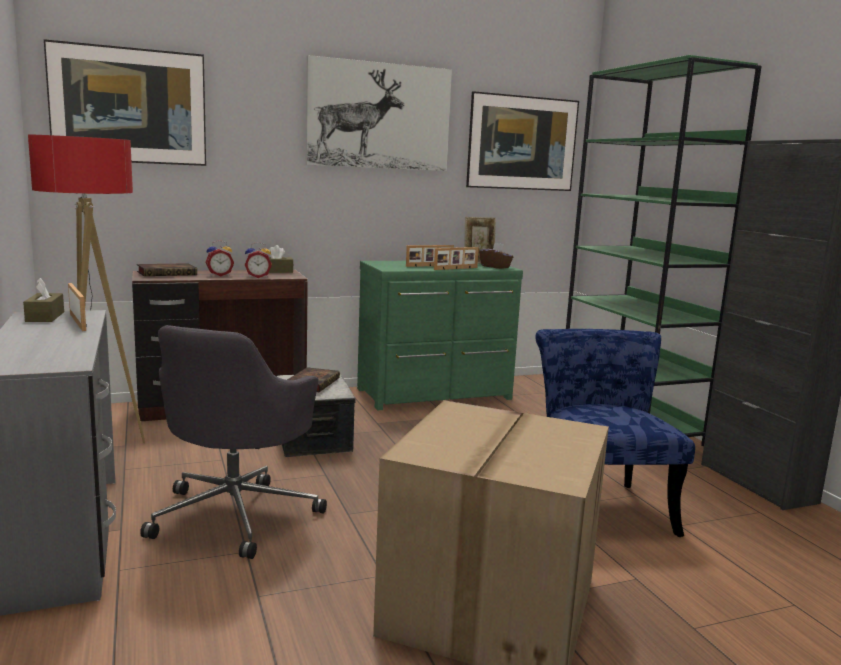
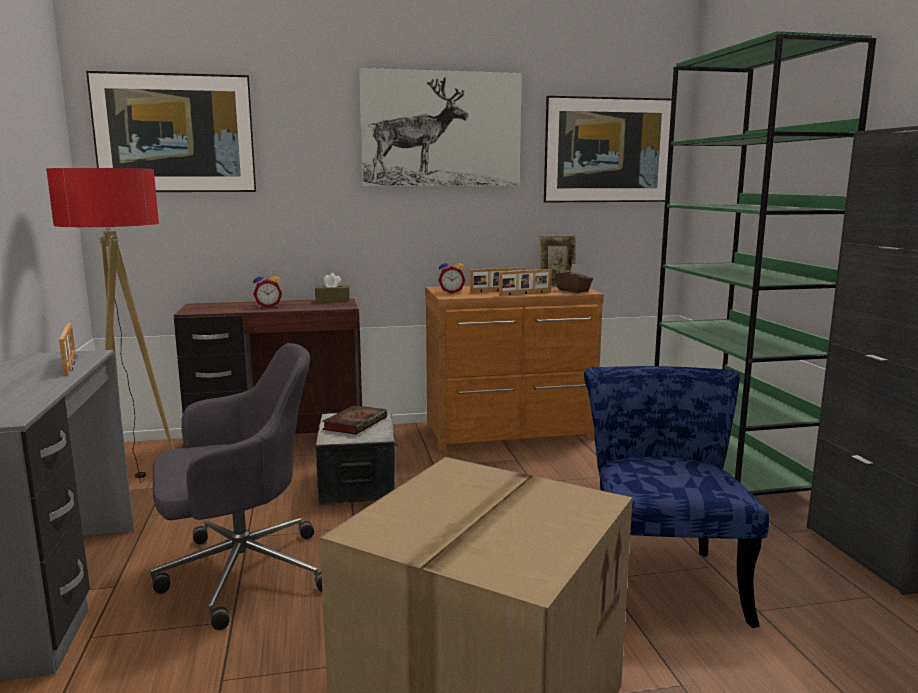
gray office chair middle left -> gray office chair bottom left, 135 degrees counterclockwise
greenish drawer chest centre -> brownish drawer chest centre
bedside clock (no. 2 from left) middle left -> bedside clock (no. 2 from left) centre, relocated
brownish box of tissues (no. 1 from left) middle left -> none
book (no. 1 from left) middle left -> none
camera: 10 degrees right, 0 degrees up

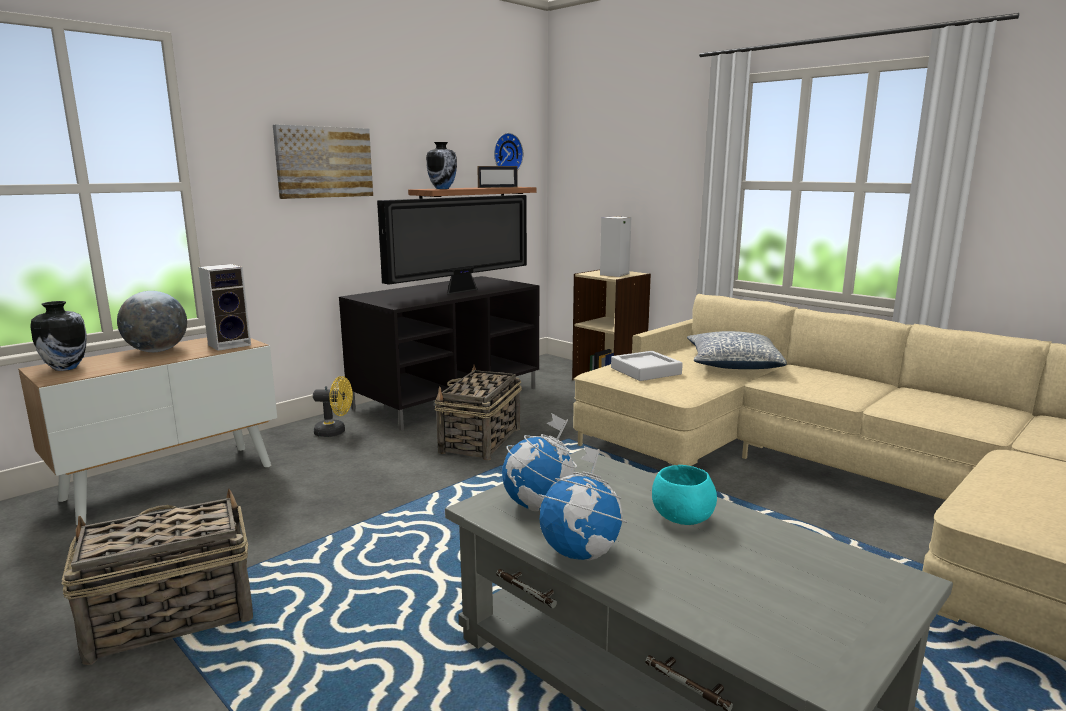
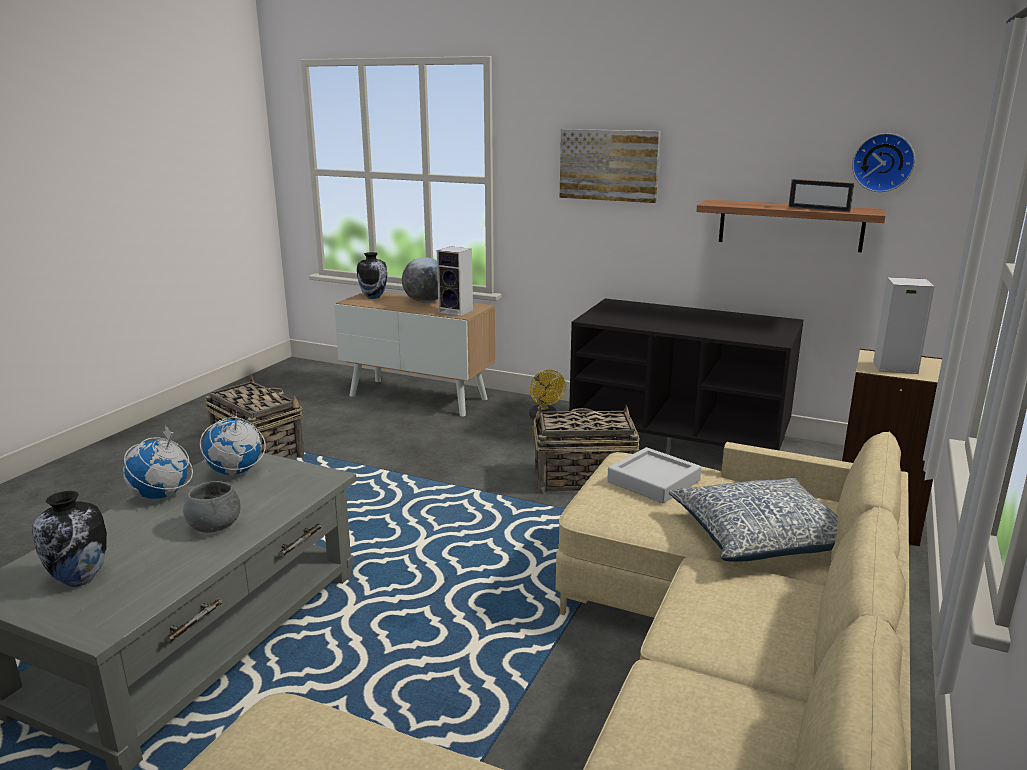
decorative vase (no. 2 from left in the first image) top centre -> decorative vase (no. 1 from left) bottom left, relocated
turquoise bowl bottom centre -> gray bowl middle left
TV centre -> none
camera: 70 degrees right, 5 degrees up

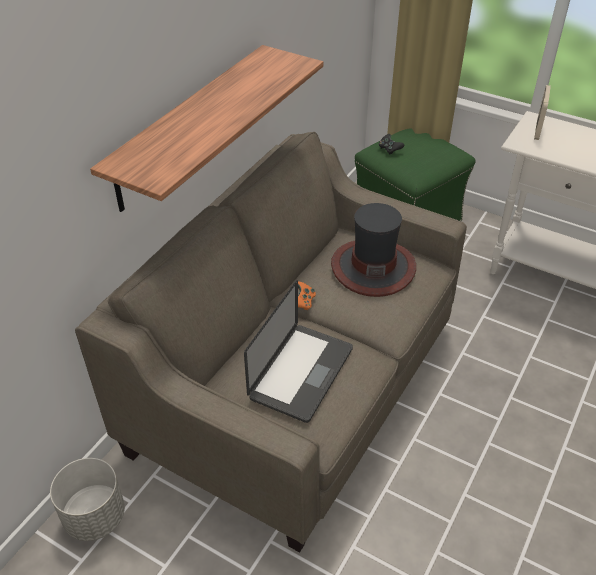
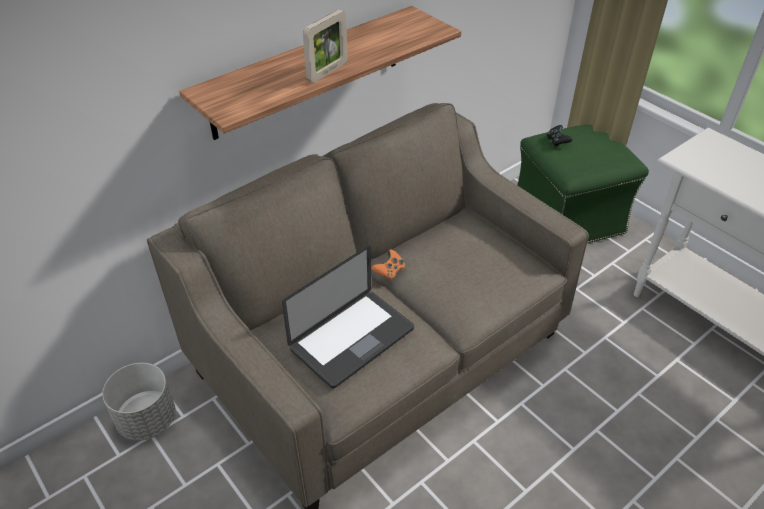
standing frame top right -> standing frame top centre, relocated
wearable hat centre -> none
camera: 20 degrees right, 0 degrees up

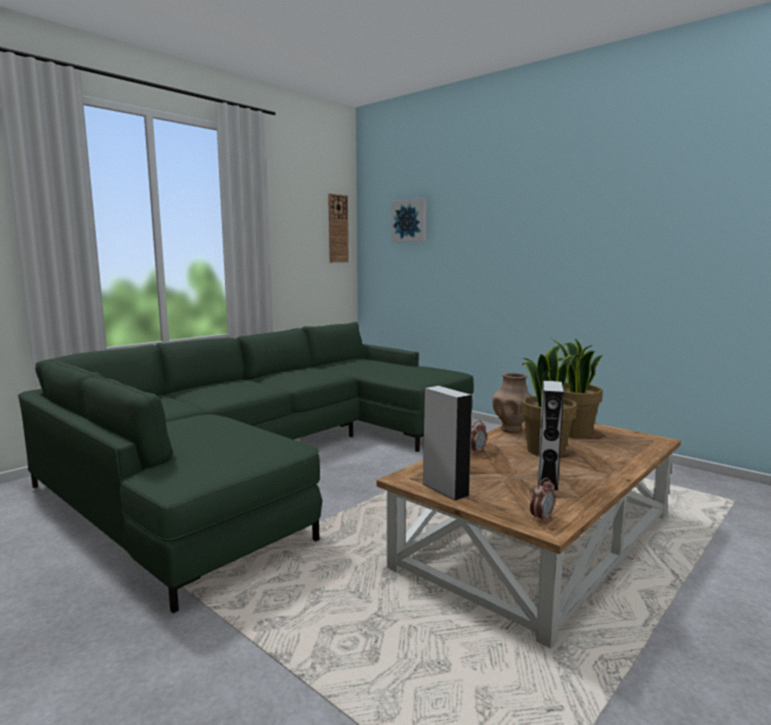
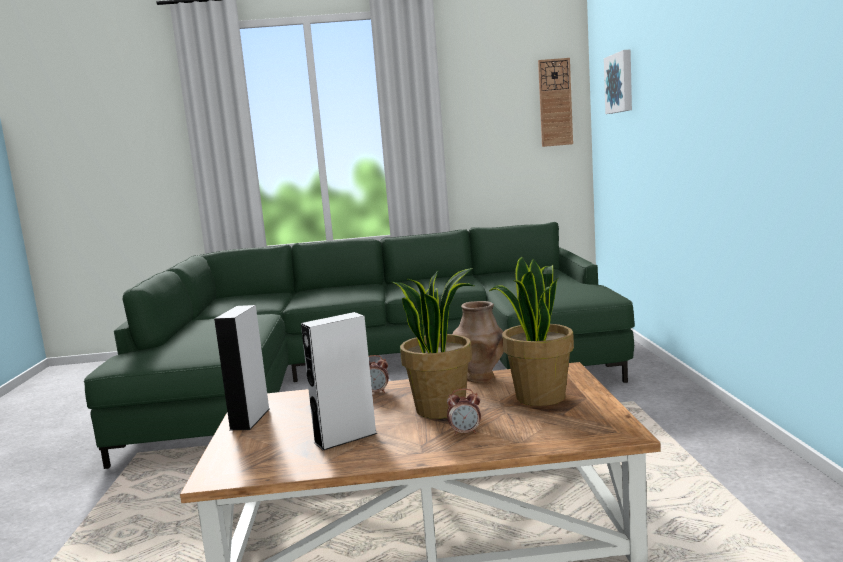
bedside clock (no. 2 from left) bottom right -> bedside clock (no. 2 from left) bottom centre, relocated
camera: 45 degrees right, 0 degrees up

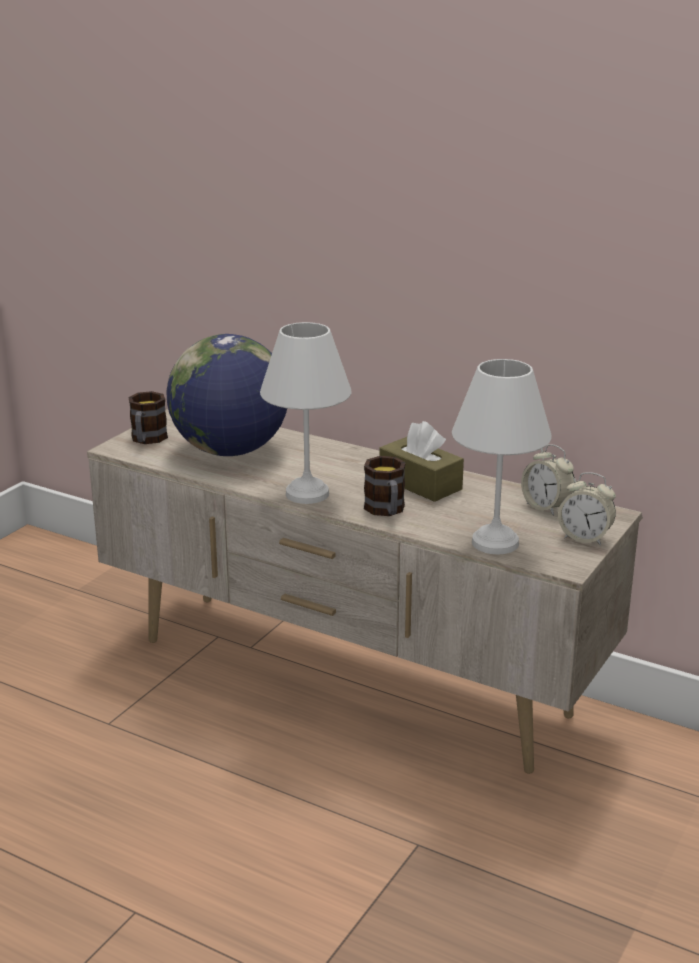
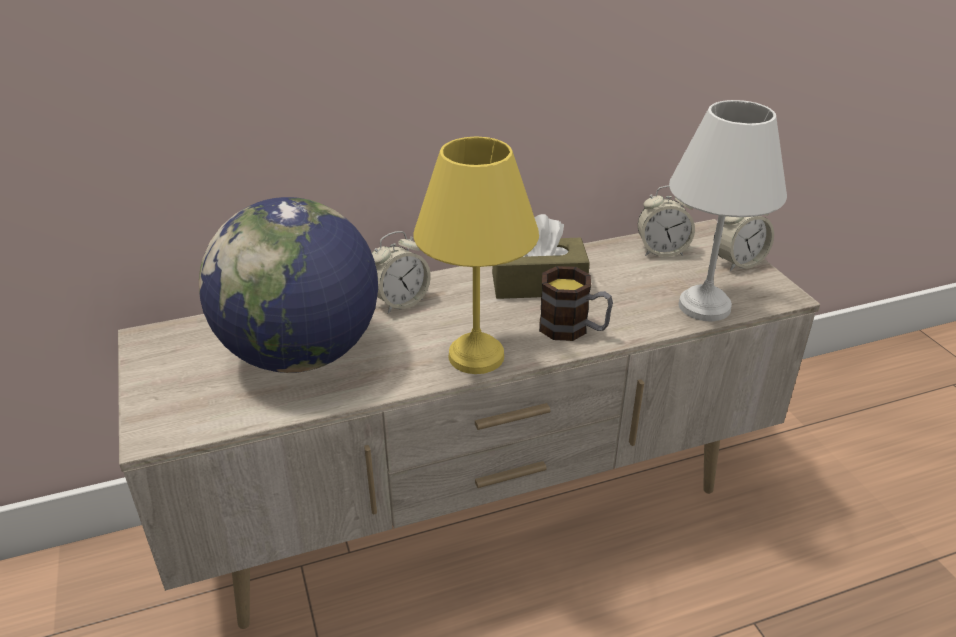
none -> bedside clock (no. 1 from left) centre
whitish table lamp (no. 1 from left) centre -> yellow table lamp centre
tea mug (no. 1 from left) middle left -> none
camera: 50 degrees left, 10 degrees up

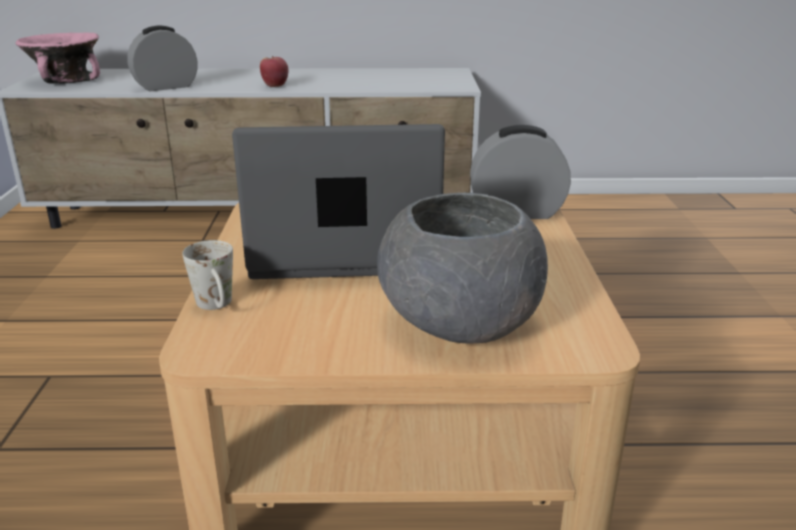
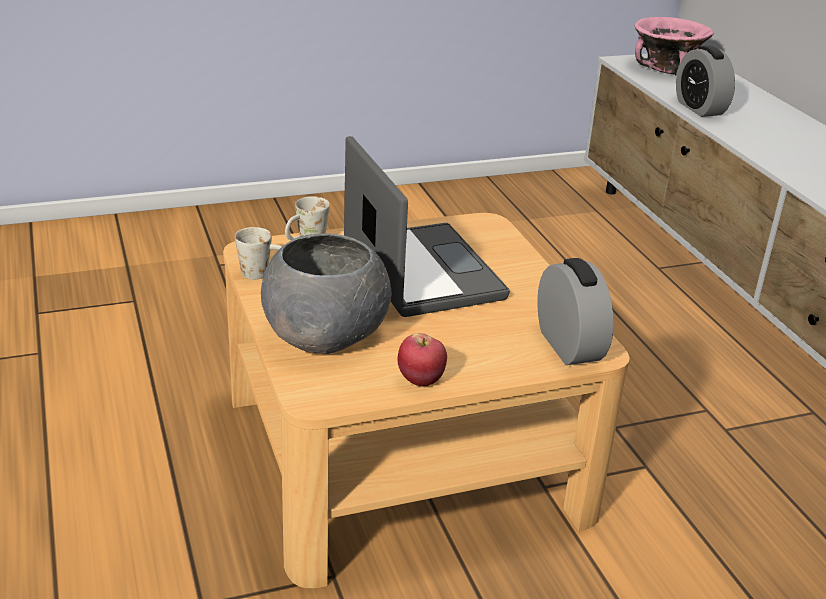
none -> whitish tea mug (no. 1 from left) middle left
whole apple top centre -> whole apple centre, relocated
bedside clock (no. 1 from left in the first image) top left -> bedside clock (no. 2 from left) top right, 150 degrees counterclockwise
camera: 70 degrees right, 5 degrees up

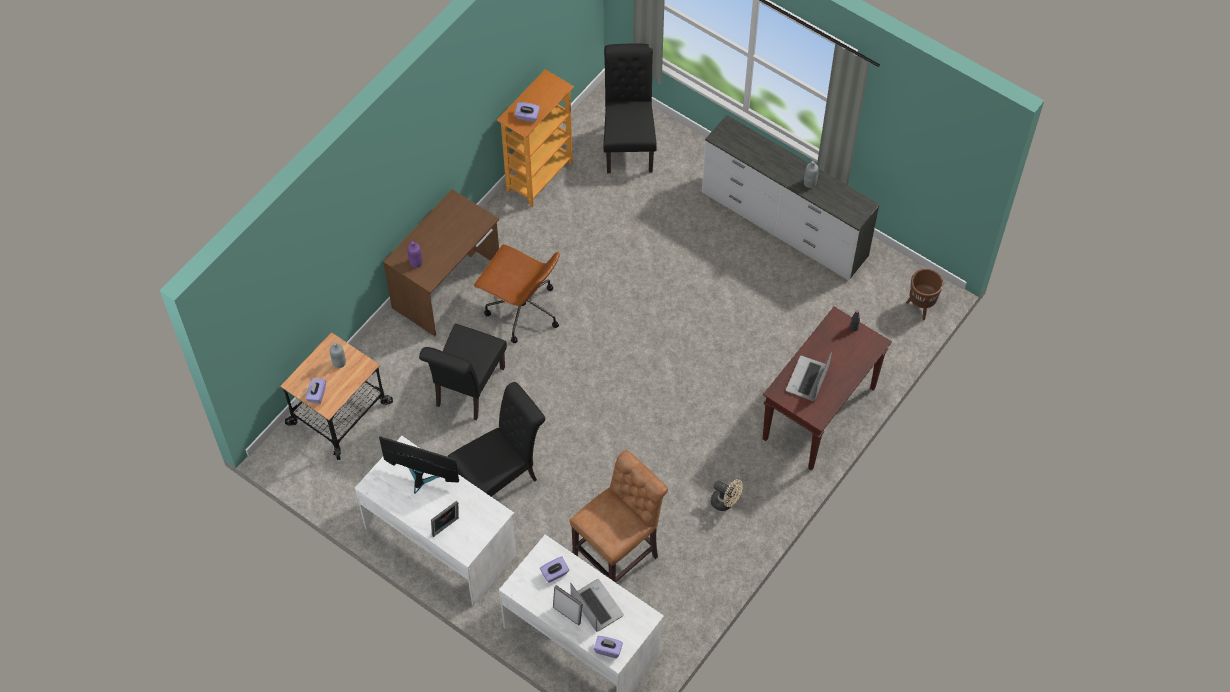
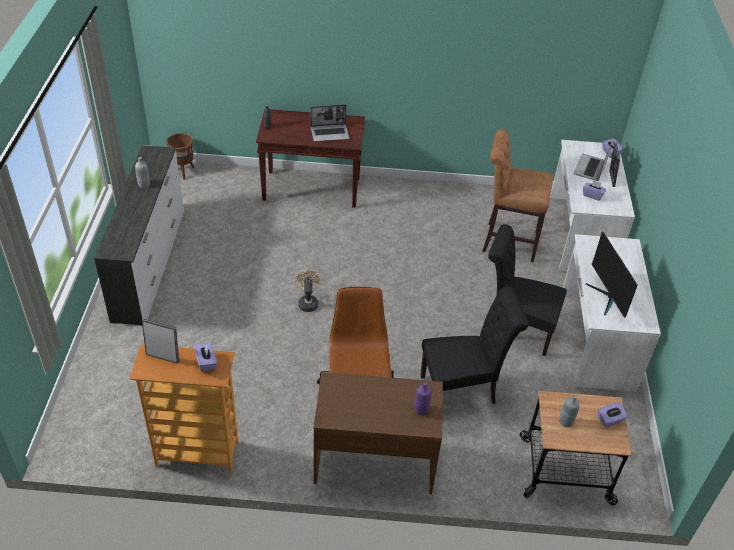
standing frame (no. 1 from left) bottom centre -> standing frame (no. 1 from left) middle left, relocated
beige fan bottom centre -> beige fan centre, relocated
black plain chair (no. 3 from left) top centre -> none
camera: 125 degrees left, 15 degrees down

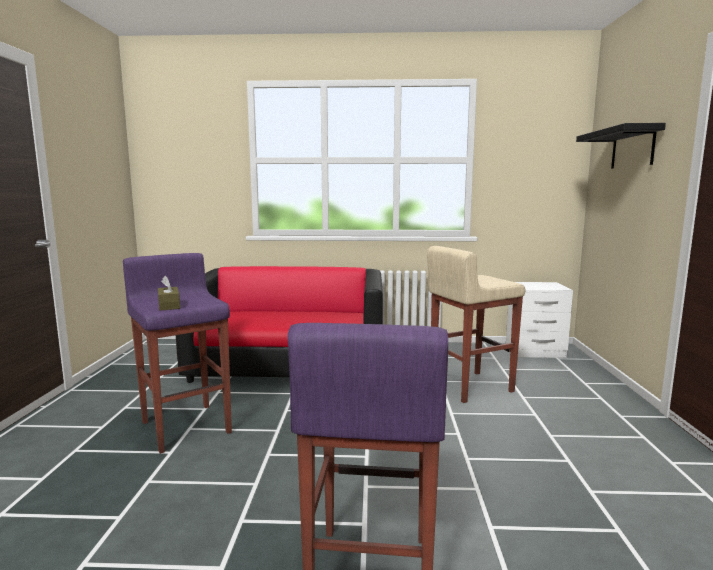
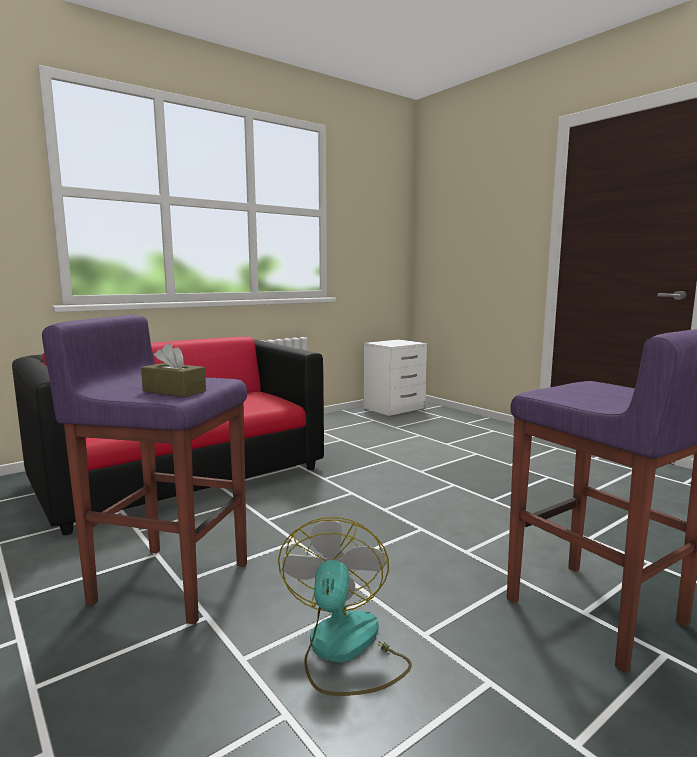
none -> fan bottom centre
beige sitting stool middle right -> none
black shelf top right -> none
camera: 40 degrees left, 0 degrees up

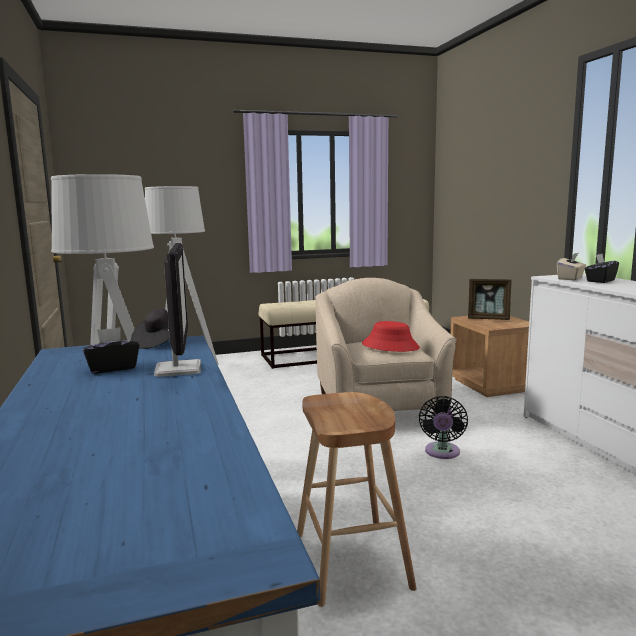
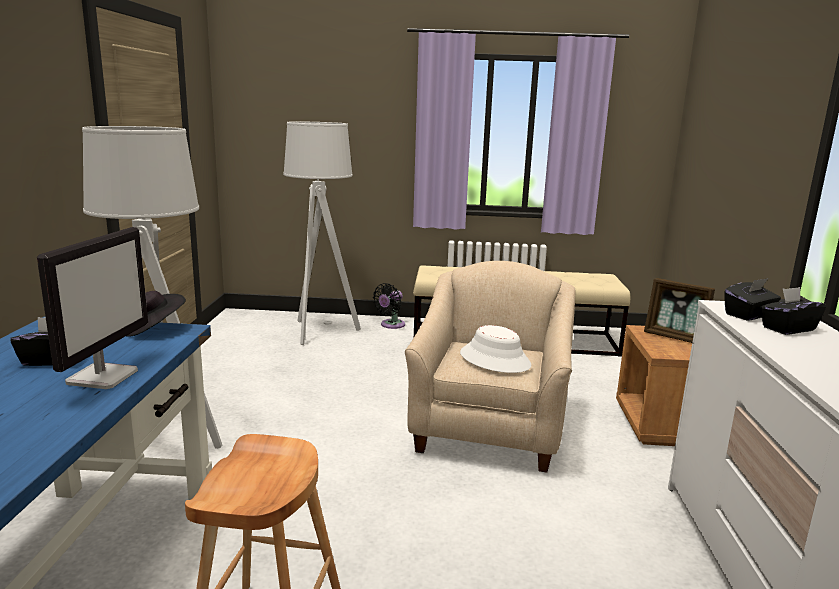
black fan bottom right -> black fan centre, relocated
red-coloured wearable hat centre -> whitish wearable hat centre
beige box of tissues middle right -> black box of tissues (no. 2 from left) middle right
camera: 20 degrees right, 5 degrees up

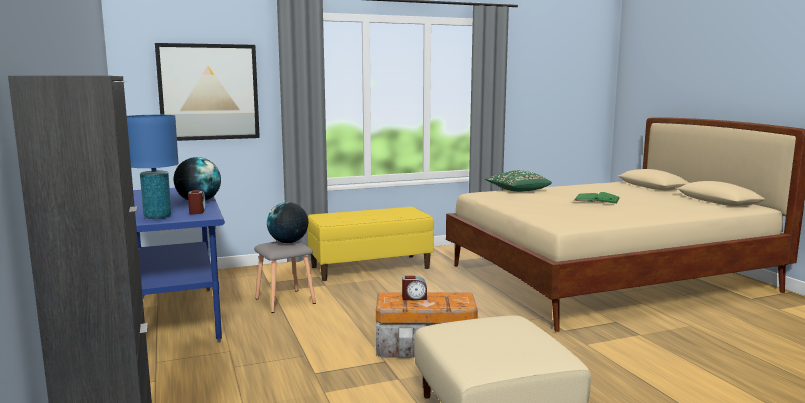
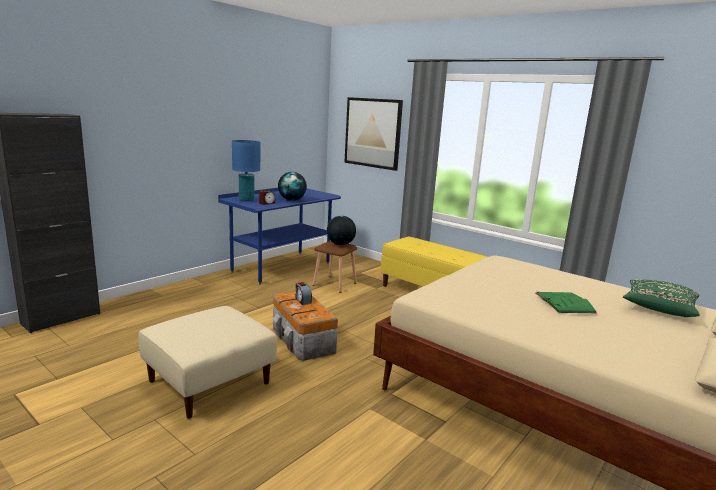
gray sitting stool bottom centre -> brownish sitting stool centre
greenish pillow centre -> greenish pillow middle right, relocated
camera: 60 degrees right, 5 degrees up

